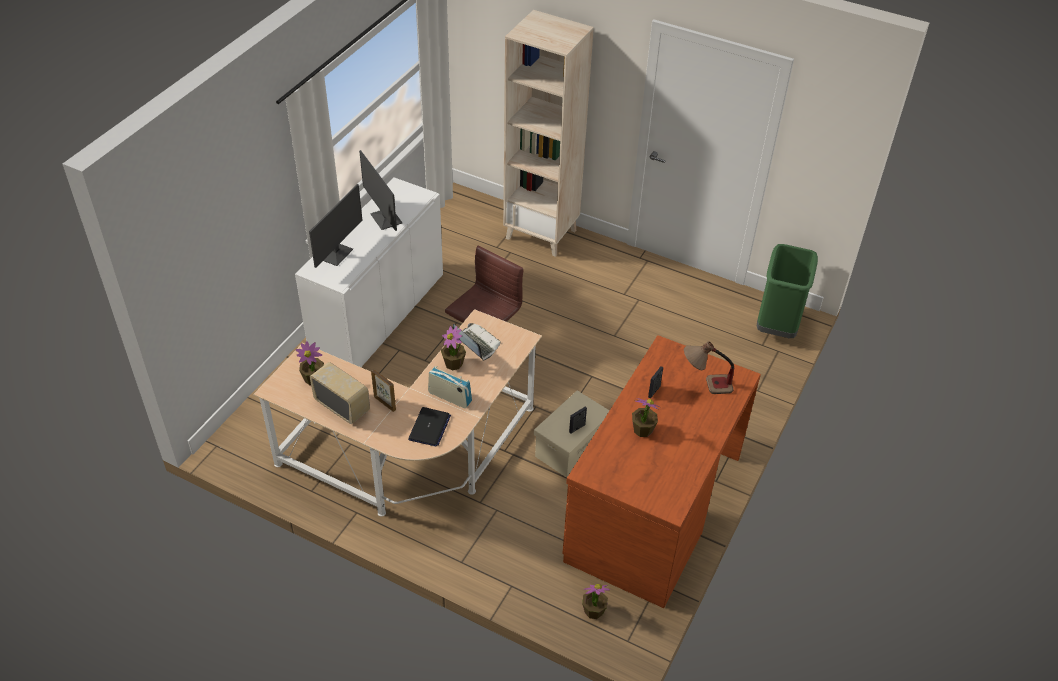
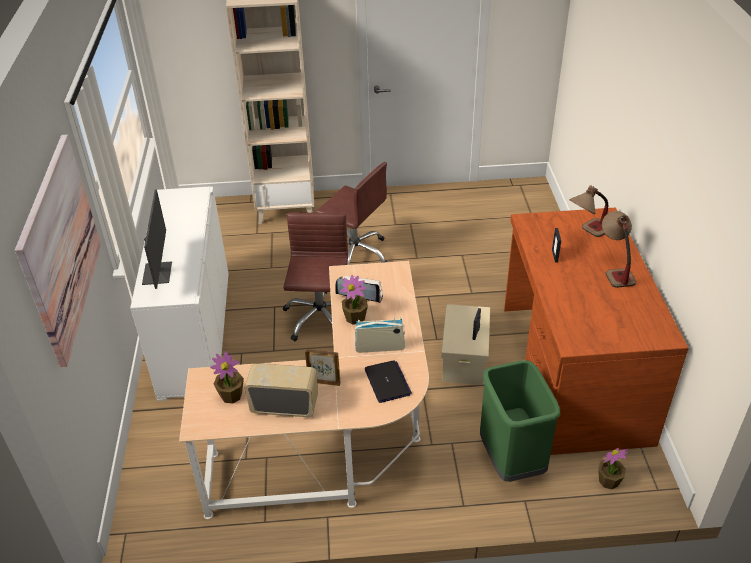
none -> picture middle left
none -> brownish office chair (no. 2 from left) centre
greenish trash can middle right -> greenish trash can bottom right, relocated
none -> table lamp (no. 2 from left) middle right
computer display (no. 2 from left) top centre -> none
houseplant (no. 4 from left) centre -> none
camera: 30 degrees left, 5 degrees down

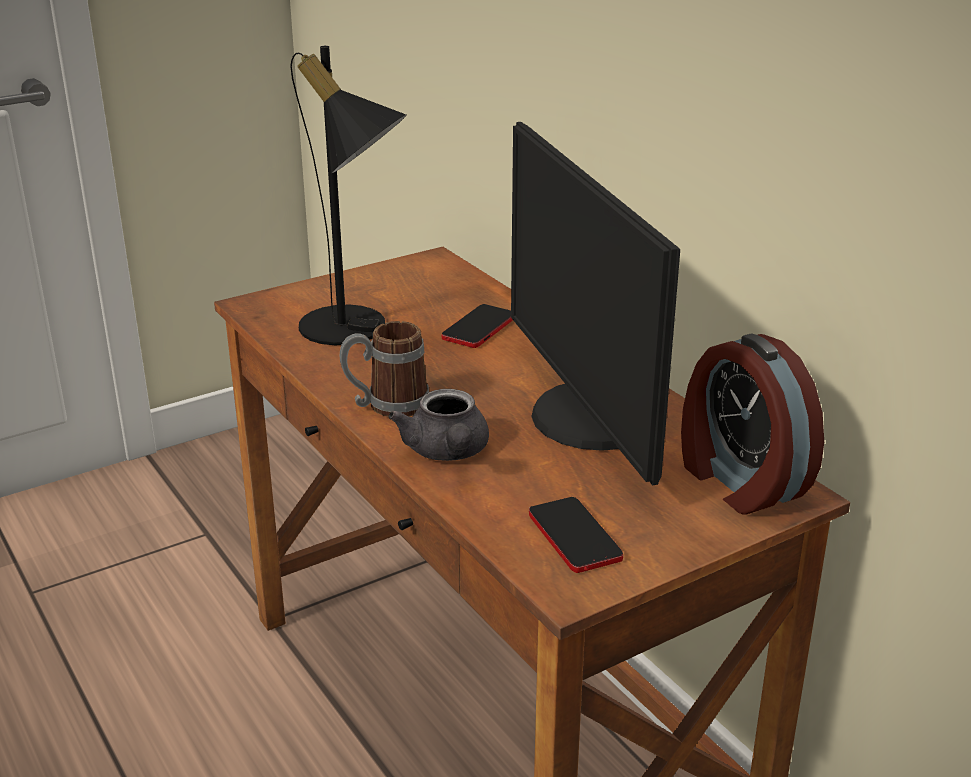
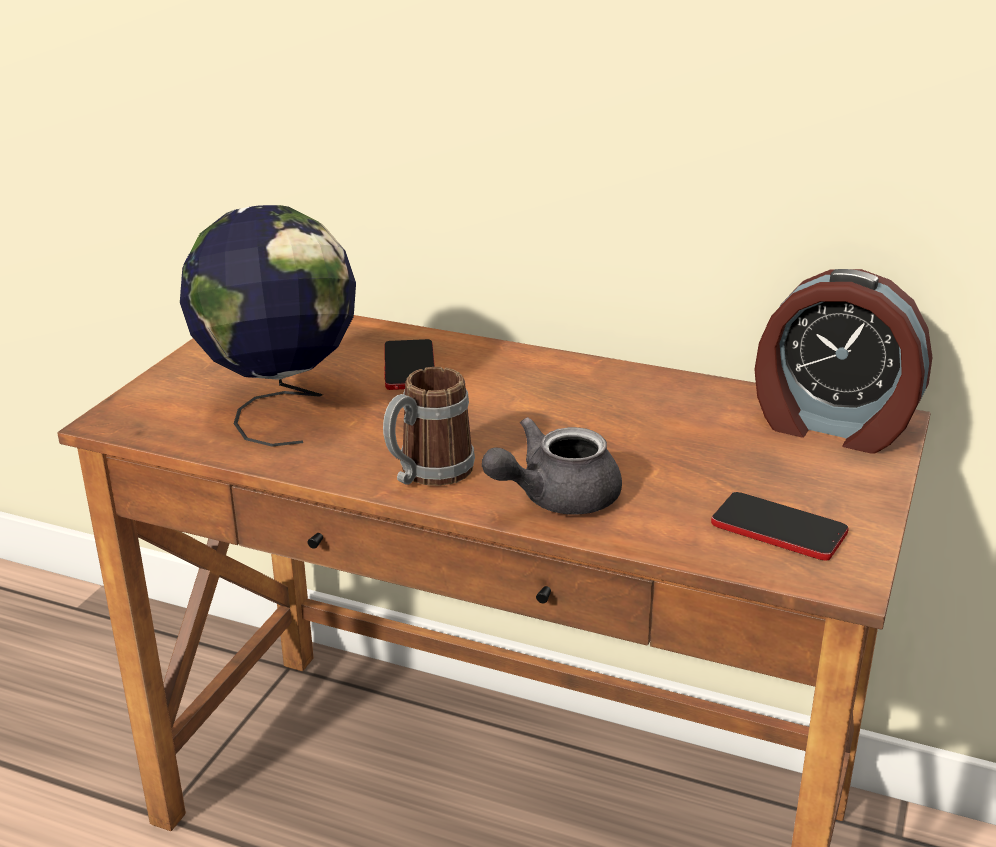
black table lamp top centre -> world globe middle left
gray teapot centre, 105 degrees clockwise
computer display centre -> none
camera: 35 degrees left, 0 degrees up

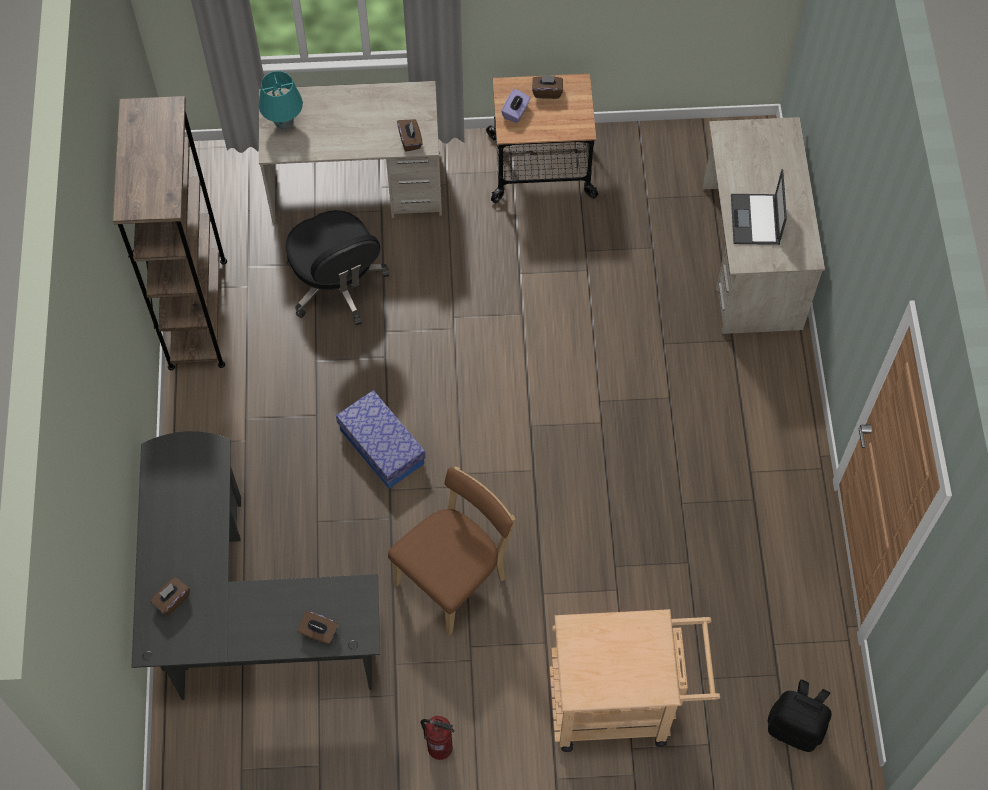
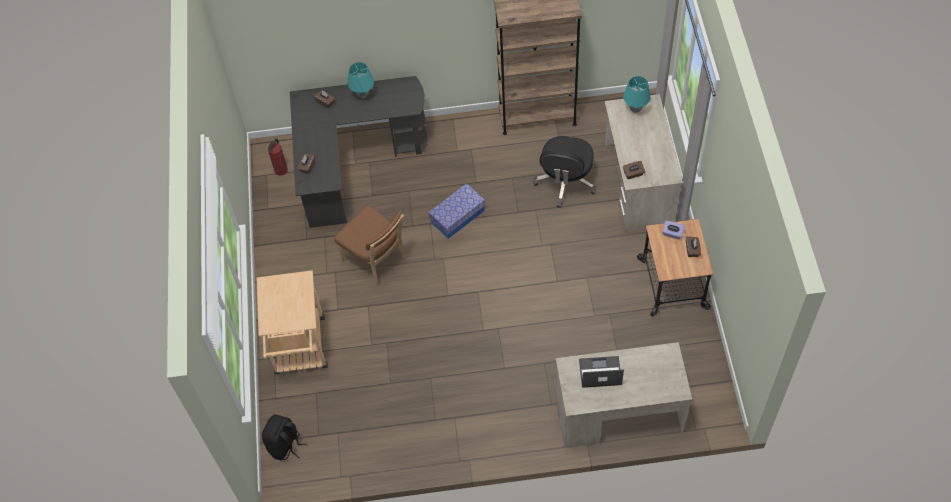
fire-fighting cylinder bottom centre -> fire-fighting cylinder top left, relocated
none -> turquoise table lamp (no. 1 from left) top centre
black office chair centre, 45 degrees counterclockwise
camera: 90 degrees right, 5 degrees down

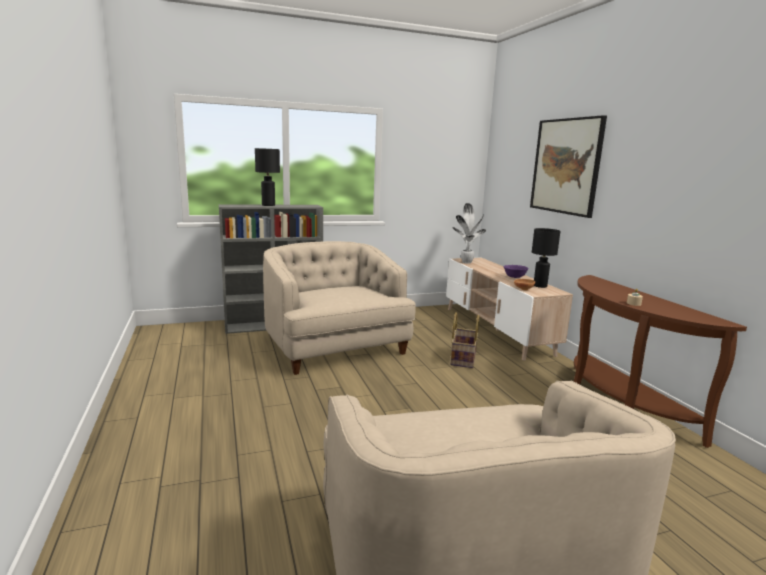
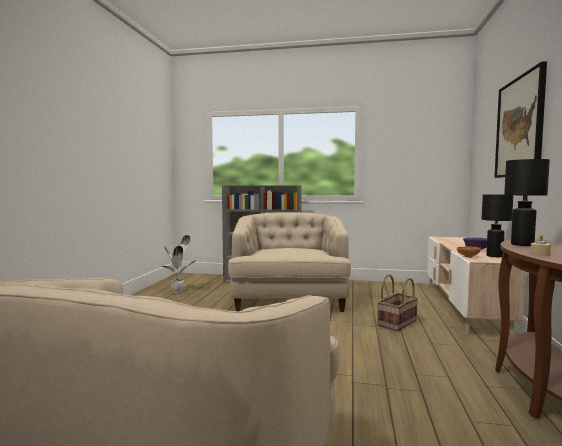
houseplant centre -> houseplant middle left, relocated
black table lamp (no. 1 from left in the first image) top centre -> black table lamp (no. 2 from left) middle right, relocated
camera: 30 degrees right, 10 degrees down

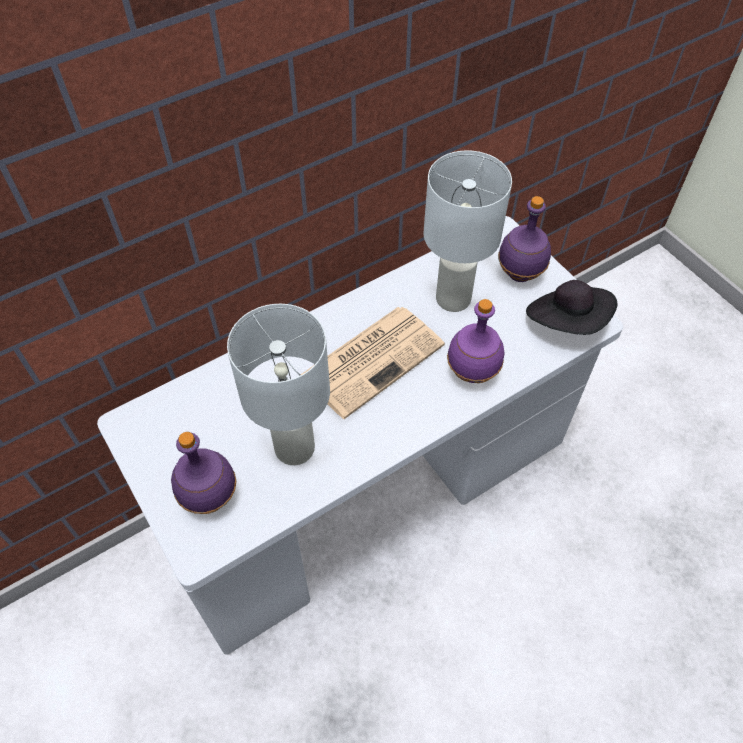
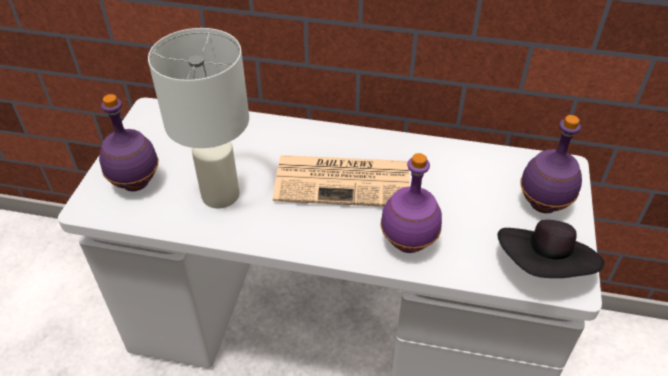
whitish table lamp (no. 2 from left) top centre -> none
camera: 45 degrees right, 10 degrees down

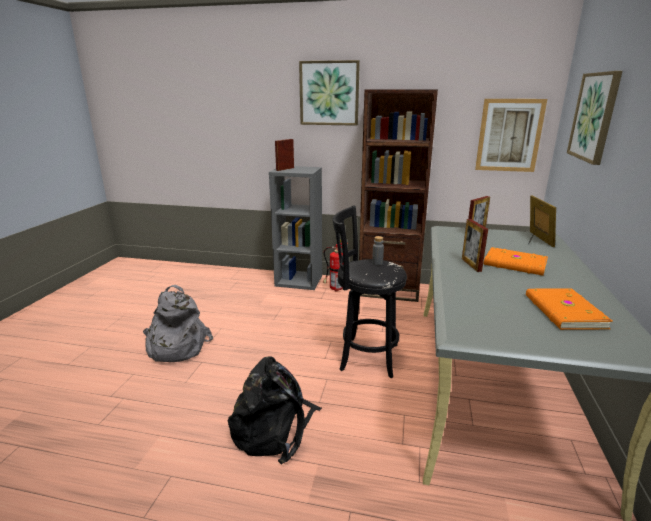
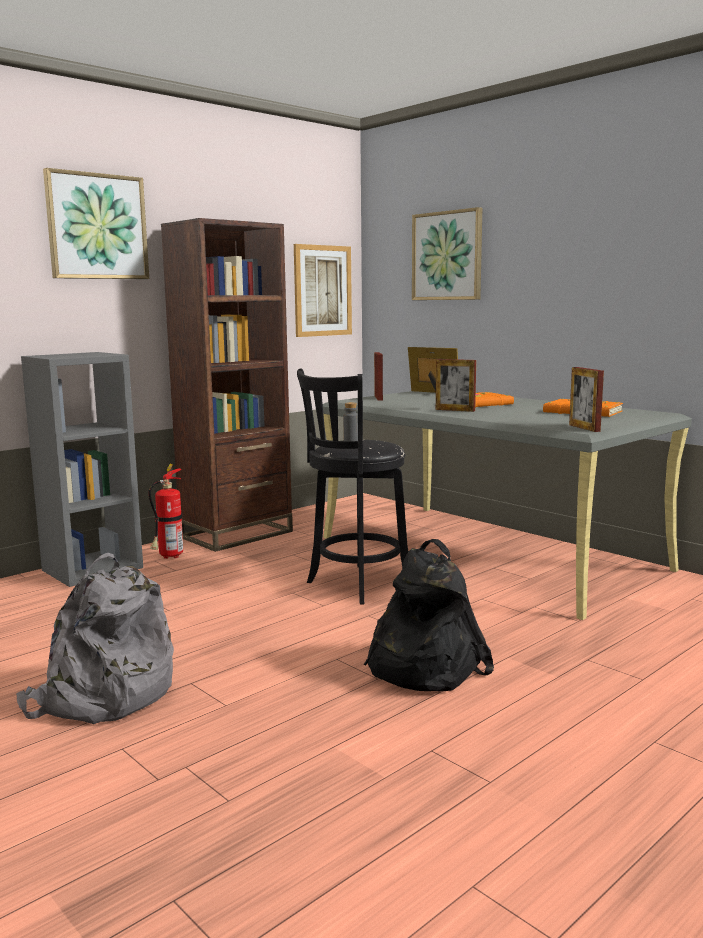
standing frame (no. 1 from left in the first image) top centre -> standing frame (no. 4 from left) middle right, relocated
camera: 55 degrees left, 10 degrees down

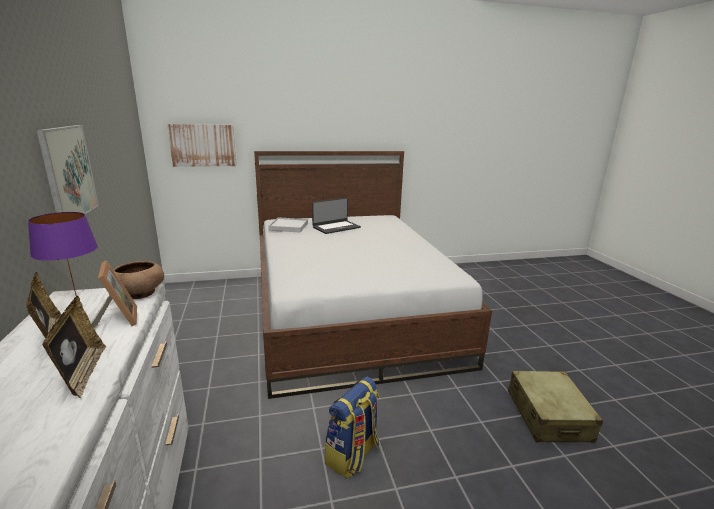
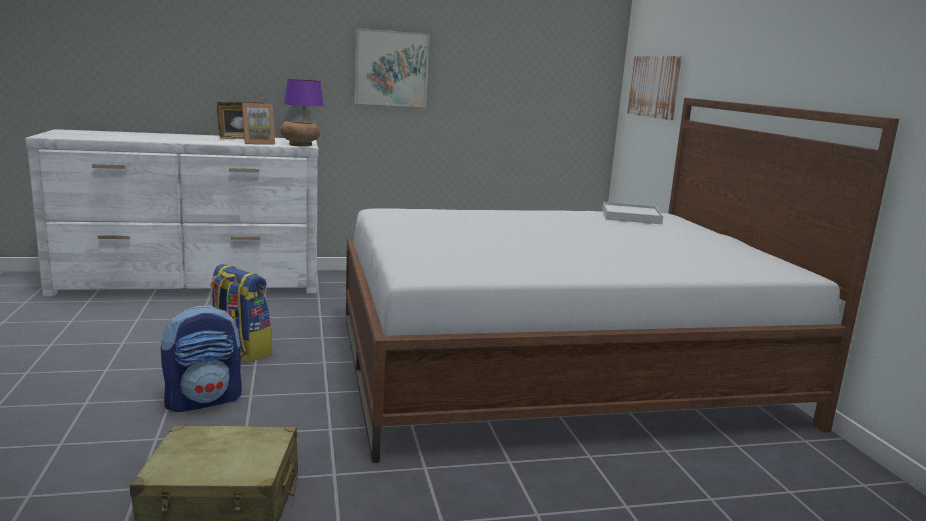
none -> rucksack (no. 1 from left) bottom left
standing frame (no. 2 from left) bottom left -> none
notebook computer centre -> none
camera: 90 degrees right, 5 degrees down

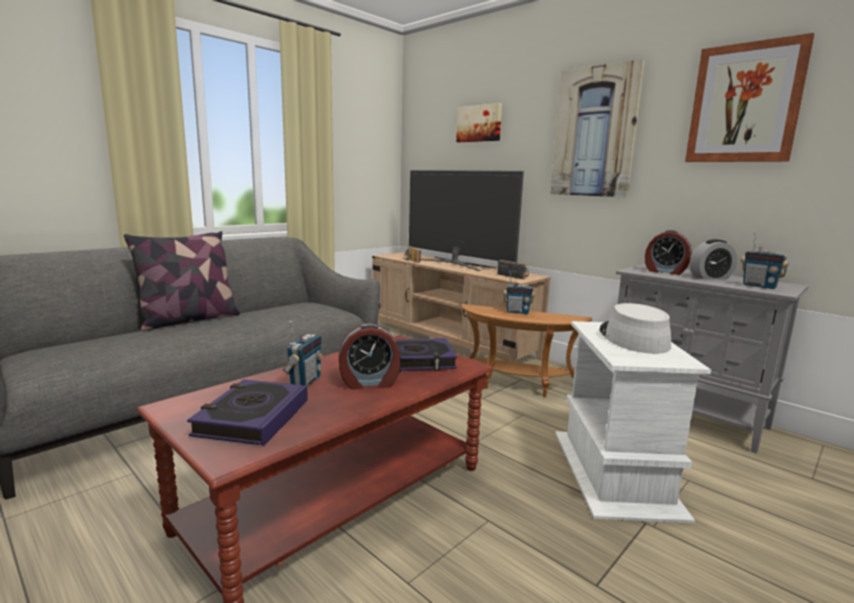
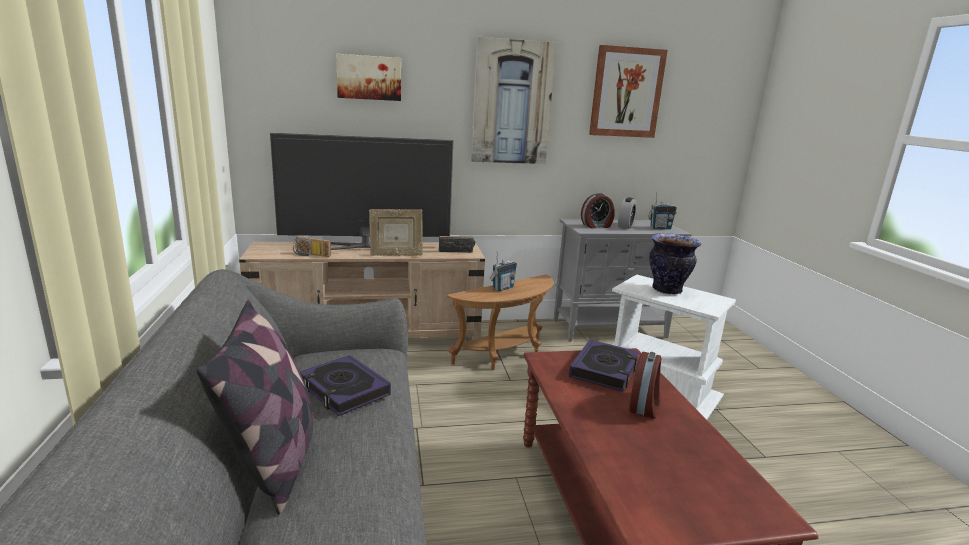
book (no. 1 from left) bottom left -> book (no. 1 from left) bottom centre, relocated
none -> standing frame centre
gray wearable hat middle right -> decorative vase middle right
radio set (no. 1 from left) centre -> none
camera: 55 degrees left, 5 degrees up

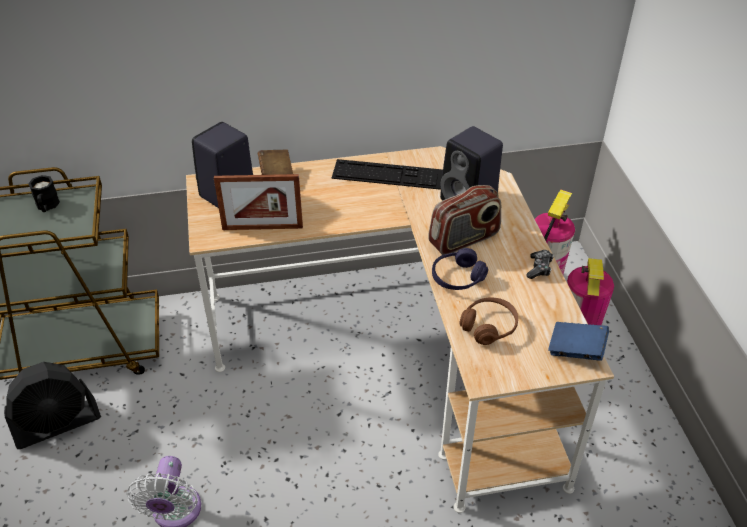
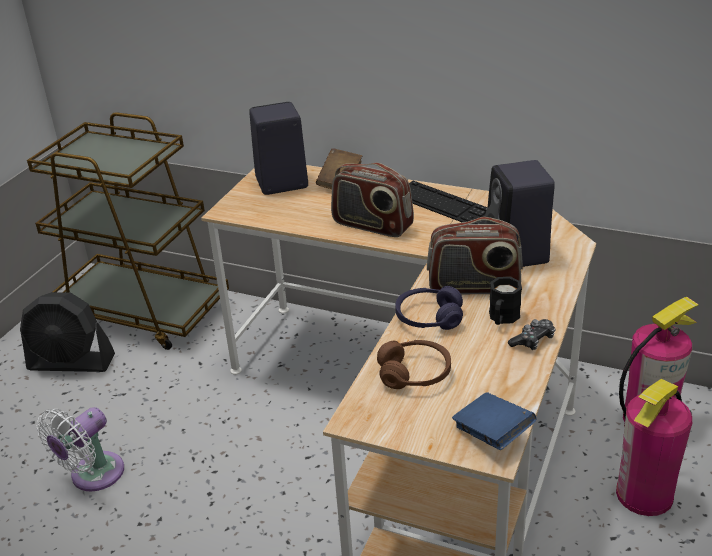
none -> radio set (no. 1 from left) centre
black tea mug middle left -> black tea mug middle right, relocated
standing frame centre -> none
camera: 35 degrees right, 10 degrees down

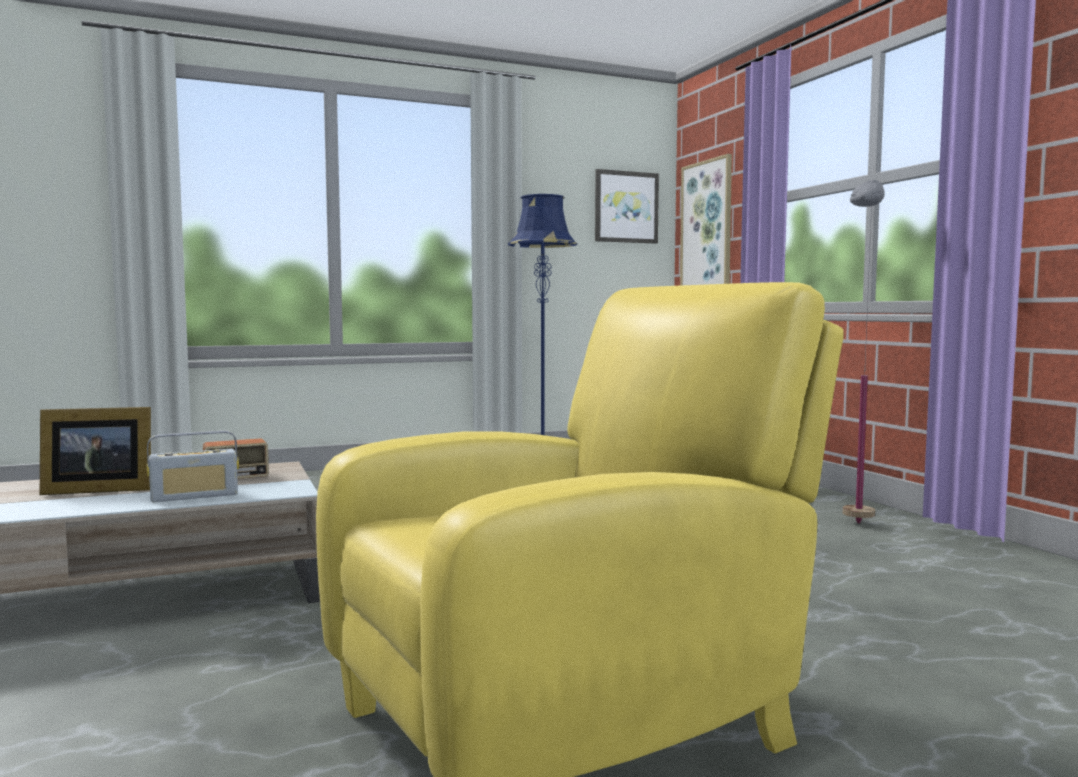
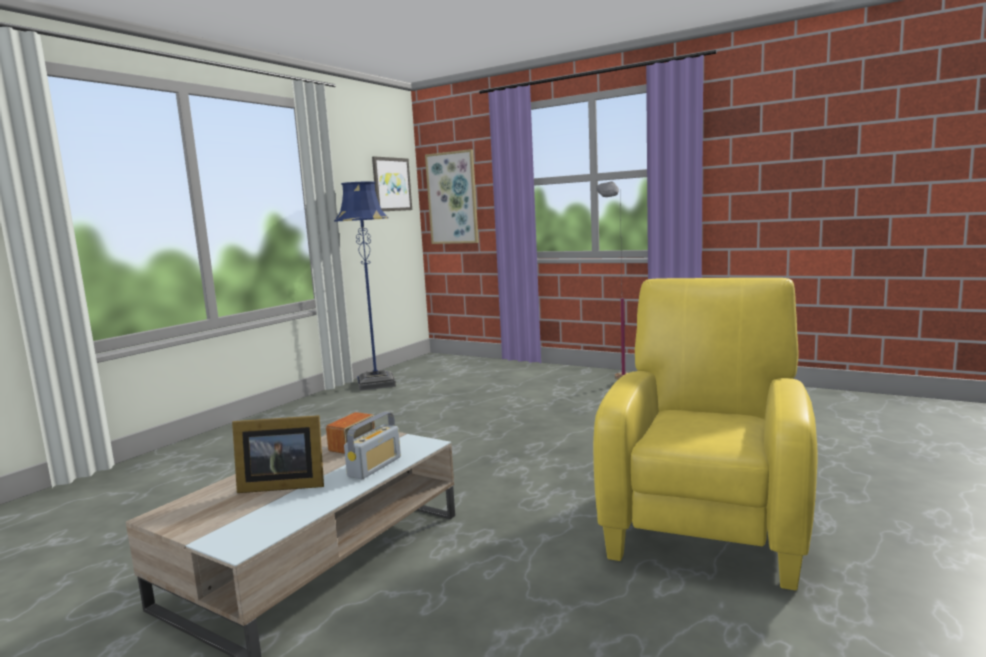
standing frame middle left -> standing frame bottom left, 45 degrees clockwise
camera: 35 degrees left, 5 degrees up

